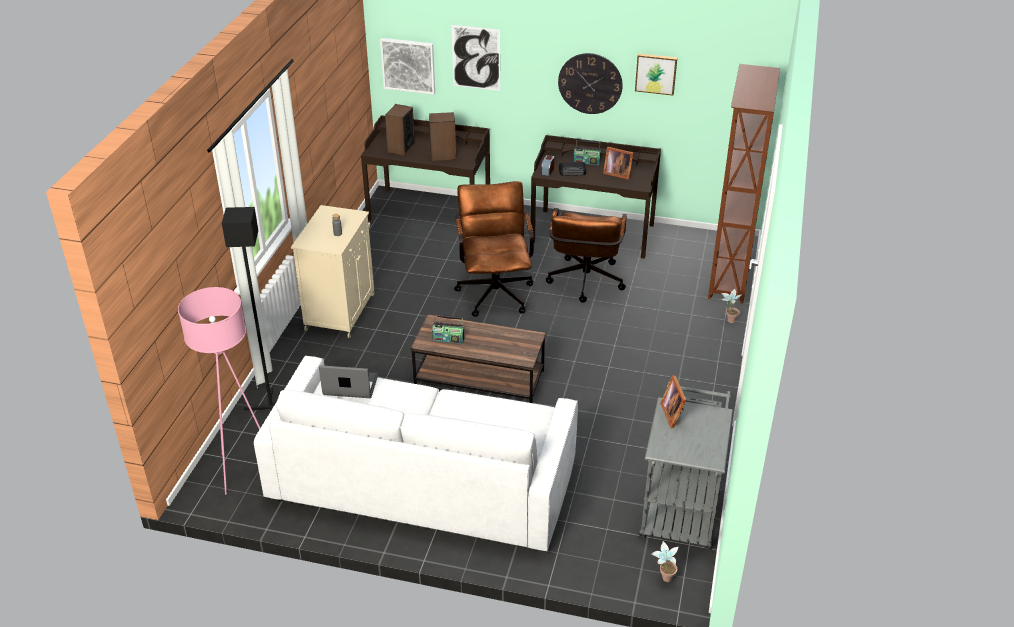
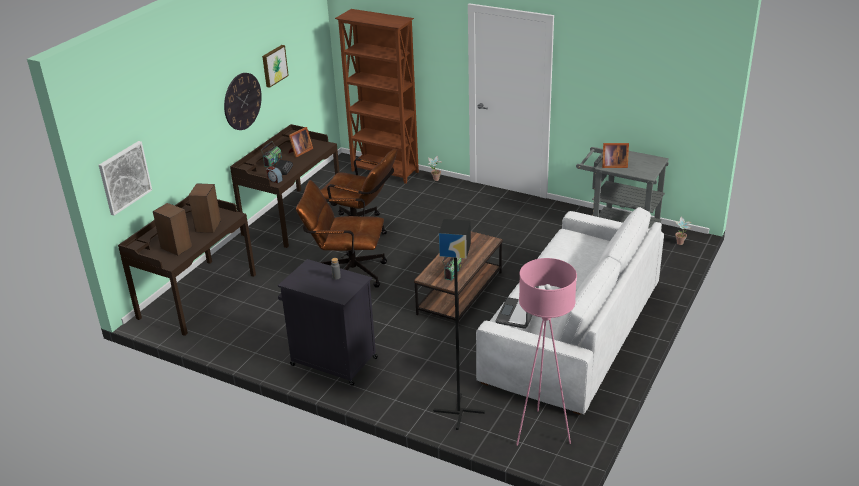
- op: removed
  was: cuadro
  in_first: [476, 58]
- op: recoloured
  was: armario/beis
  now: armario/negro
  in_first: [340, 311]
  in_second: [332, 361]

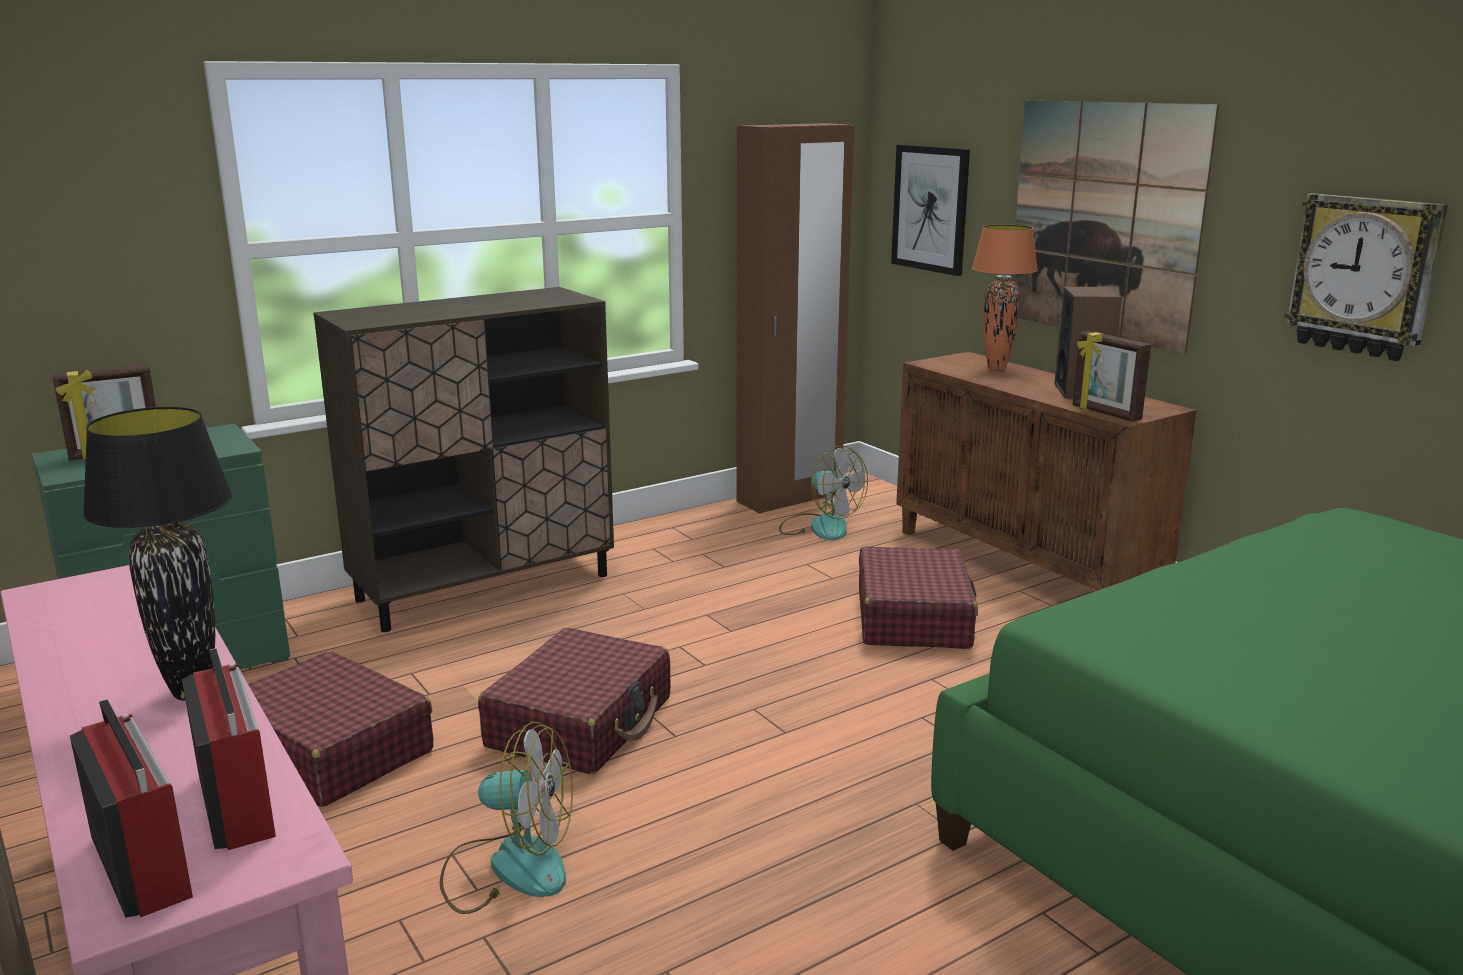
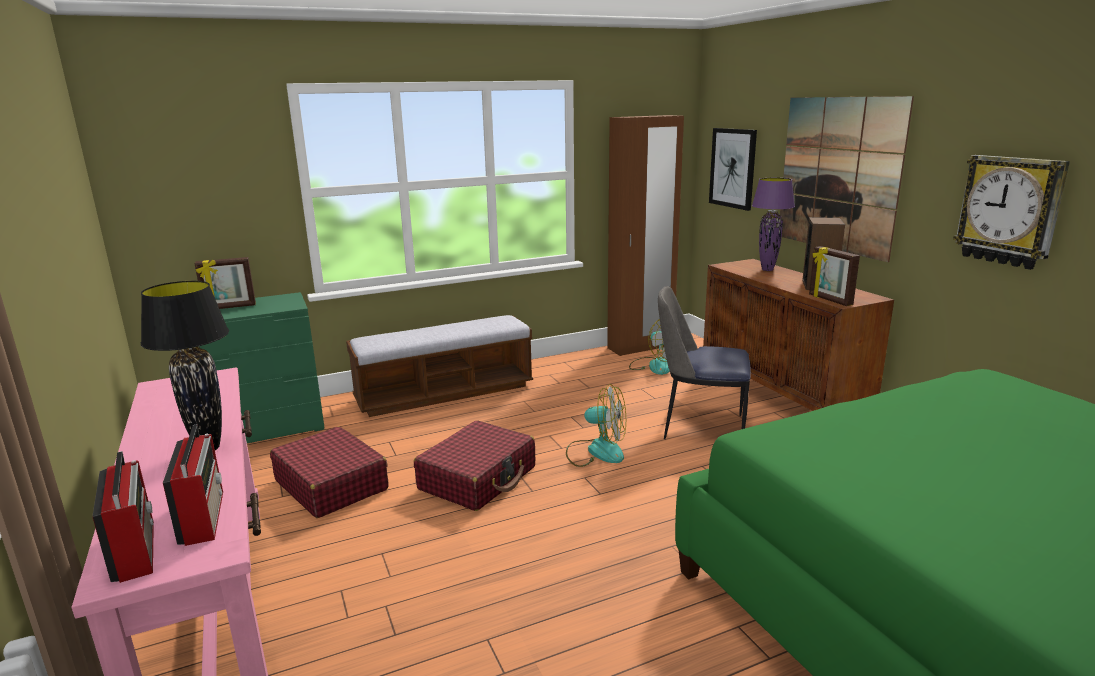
- op: moved
  was: ventilador
  in_first: [508, 867]
  in_second: [596, 451]
- op: replaced
  was: armario/marrón
  now: banco
  in_first: [485, 587]
  in_second: [445, 393]
- op: replaced
  was: maleta/rojo
  now: silla
  in_first: [913, 618]
  in_second: [700, 426]
- op: recoloured
  was: lámpara de mesa/naranja
  now: lámpara de mesa/morado
  in_first: [997, 369]
  in_second: [767, 270]

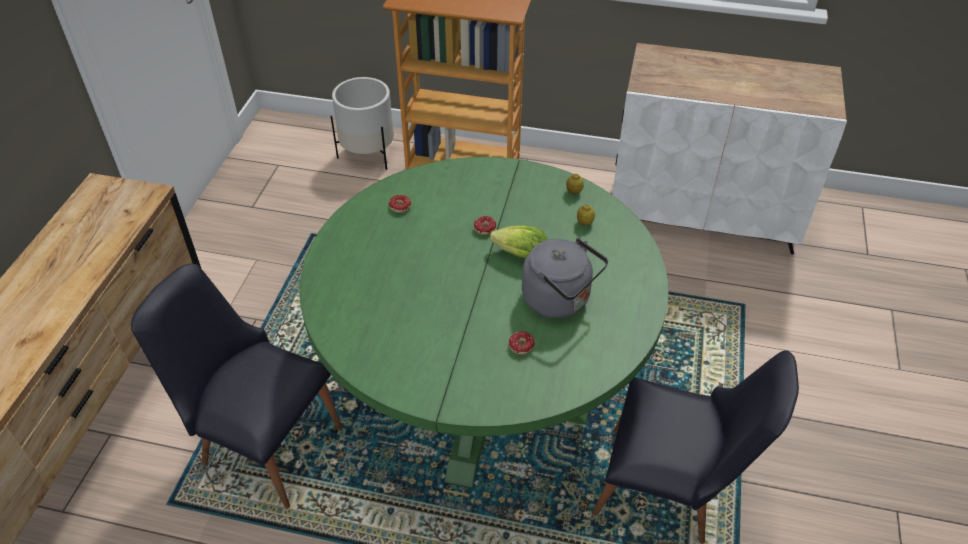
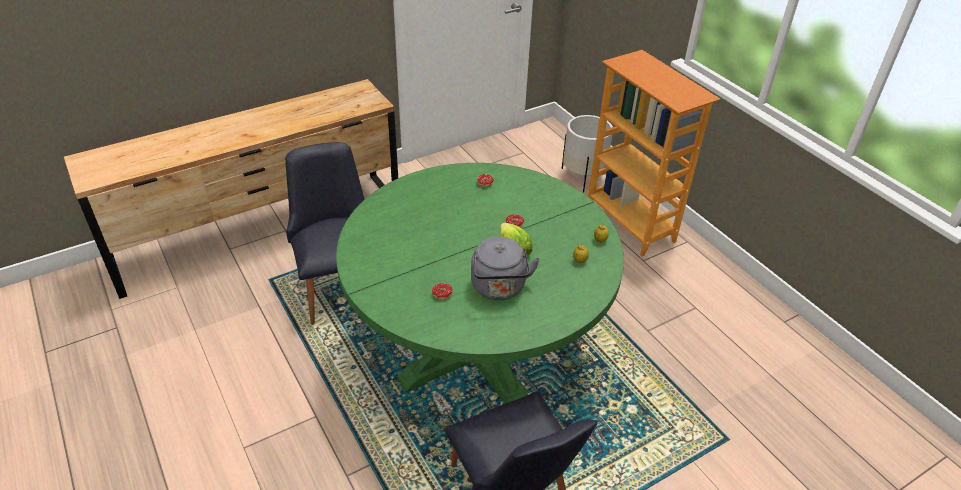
- op: removed
  was: armario/blanco
  in_first: [703, 215]

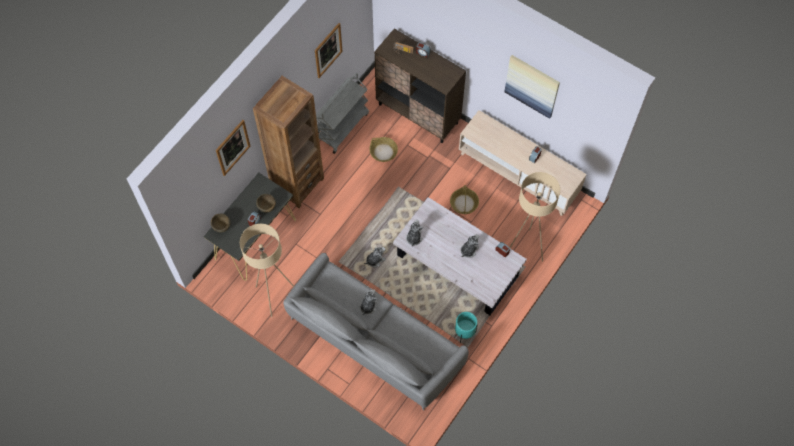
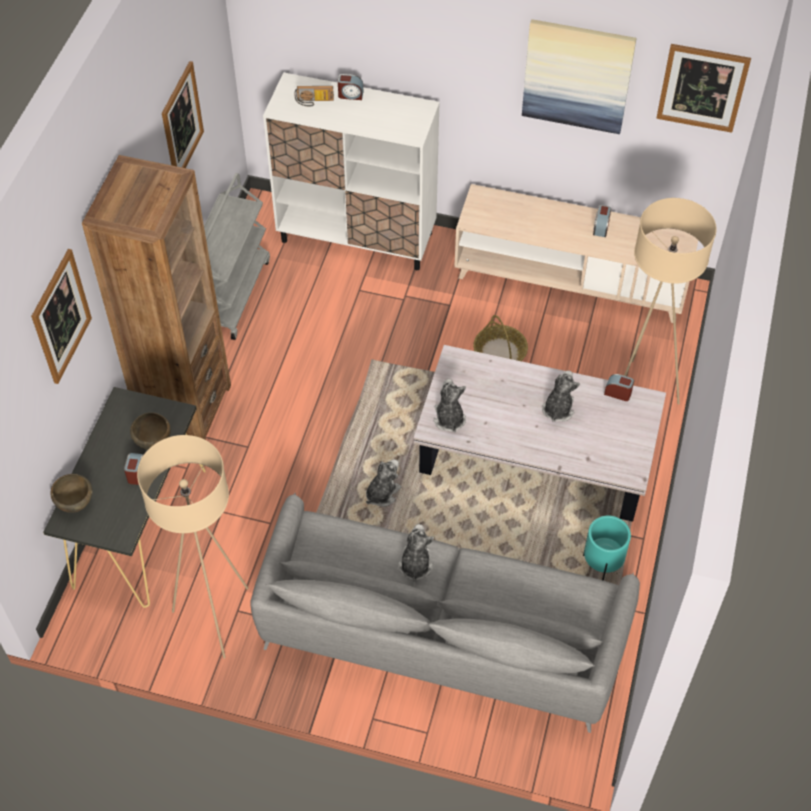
- op: removed
  was: cesta
  in_first: [383, 152]
- op: added
  now: cuadro
  in_second: [702, 87]
- op: recoloured
  was: armario/marrón
  now: armario/blanco
  in_first: [418, 113]
  in_second: [357, 237]

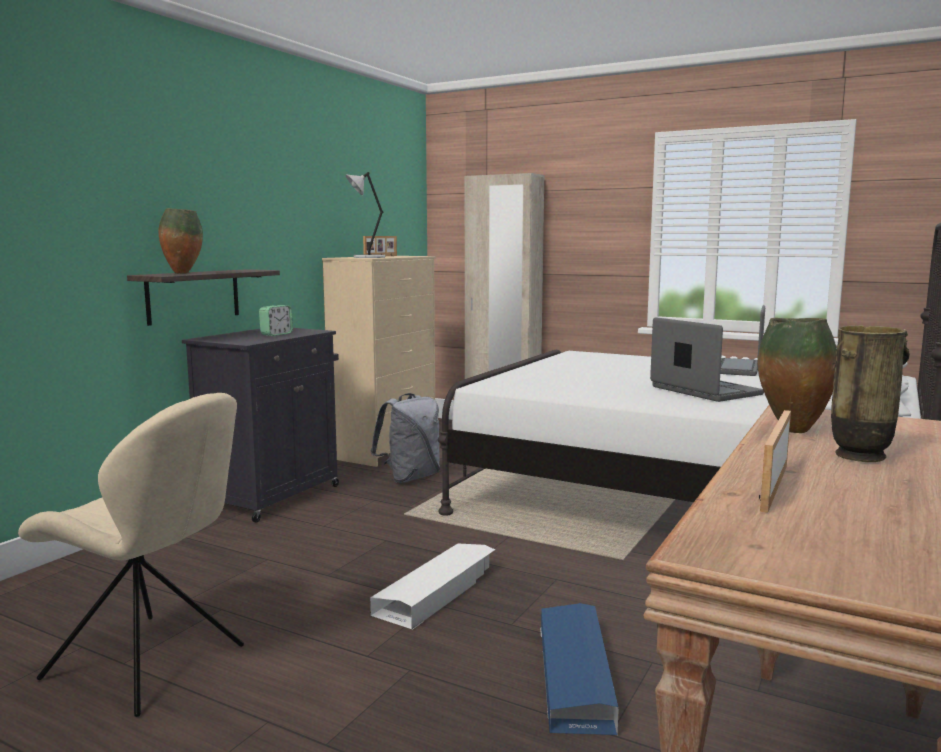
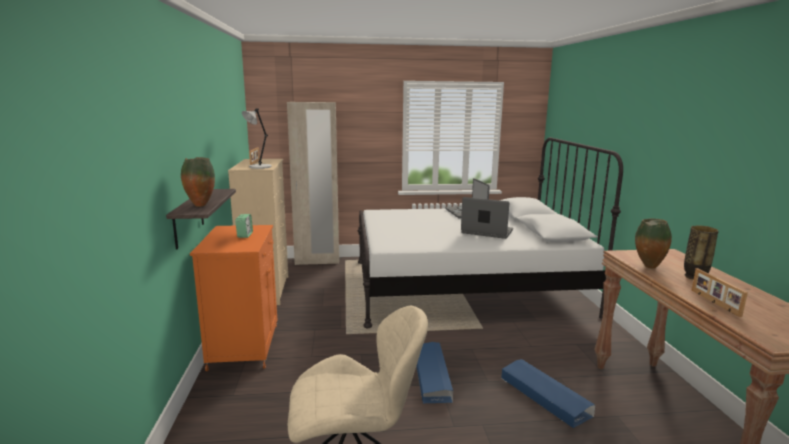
- op: removed
  was: mochila/gris
  in_first: [410, 477]
- op: recoloured
  was: armario/negro
  now: armario/naranja
  in_first: [272, 496]
  in_second: [244, 345]
- op: recoloured
  was: caja de almacenaje/blanco
  now: caja de almacenaje/azul
  in_first: [437, 591]
  in_second: [432, 376]

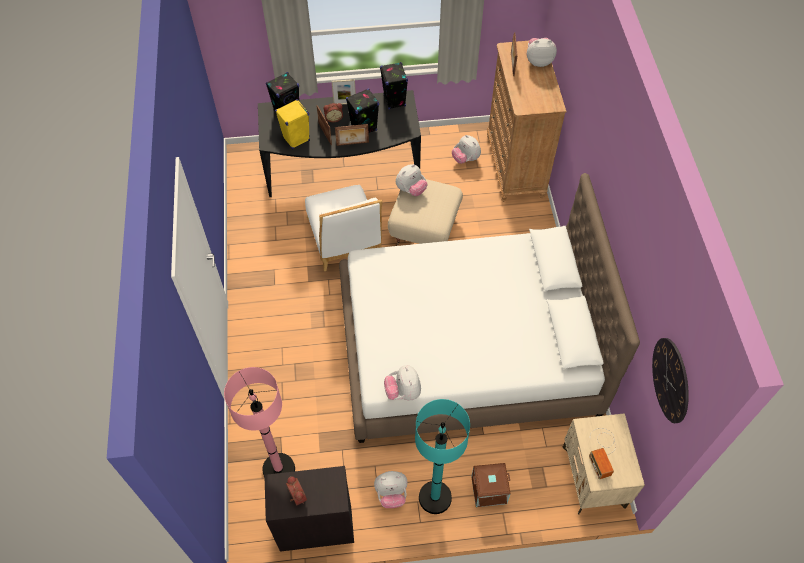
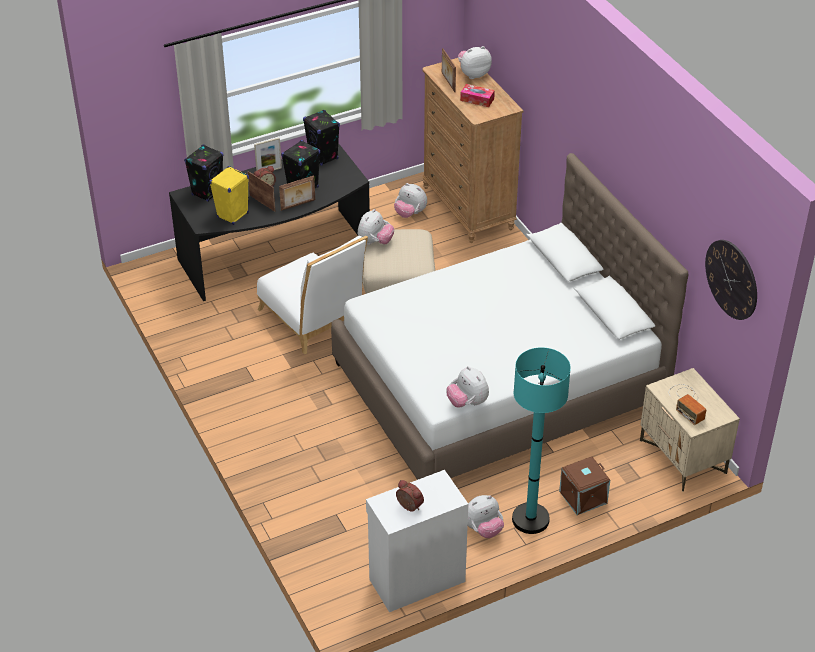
- op: removed
  was: lámpara de pie/rosa
  in_first: [279, 469]
- op: added
  now: caja de pañuelos
  in_second: [477, 99]
- op: recoloured
  was: armario/negro
  now: armario/blanco
  in_first: [315, 526]
  in_second: [416, 579]

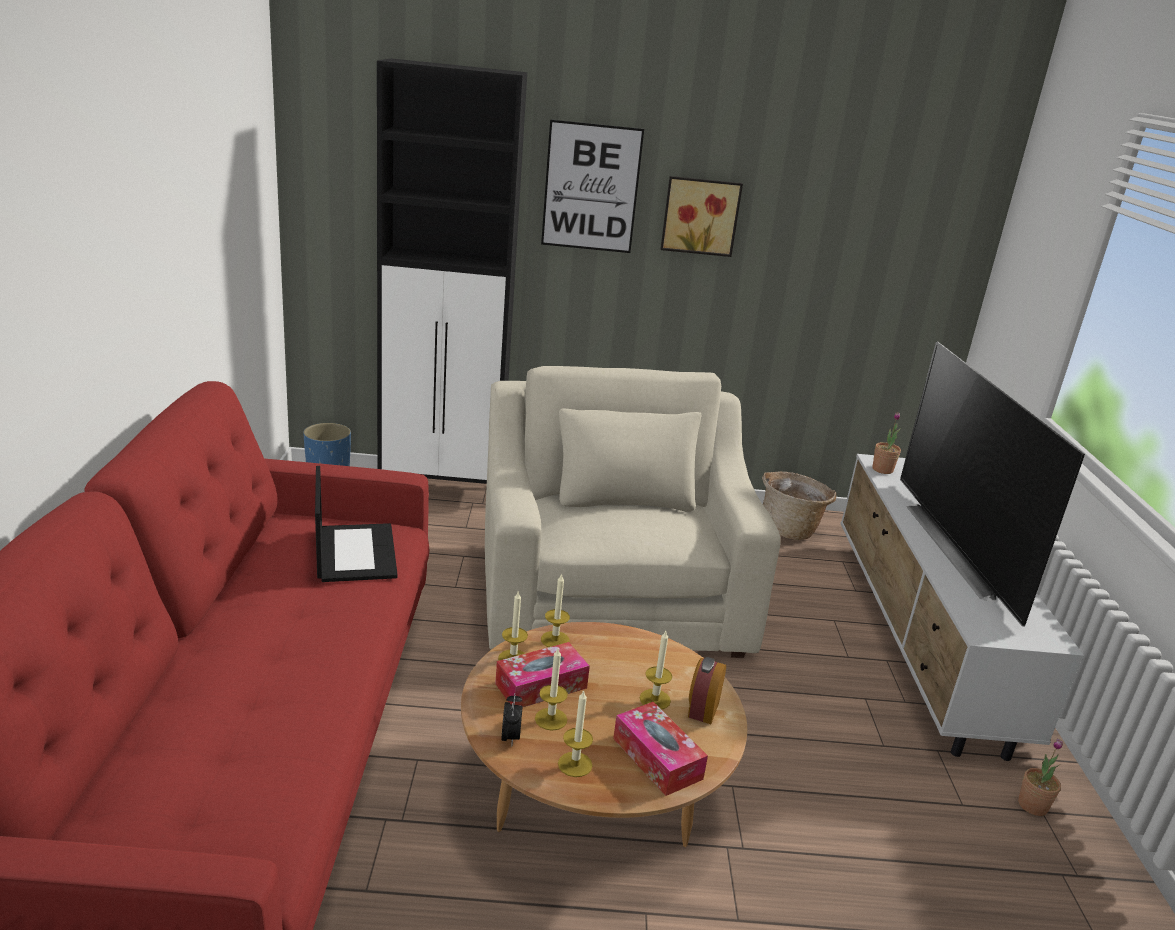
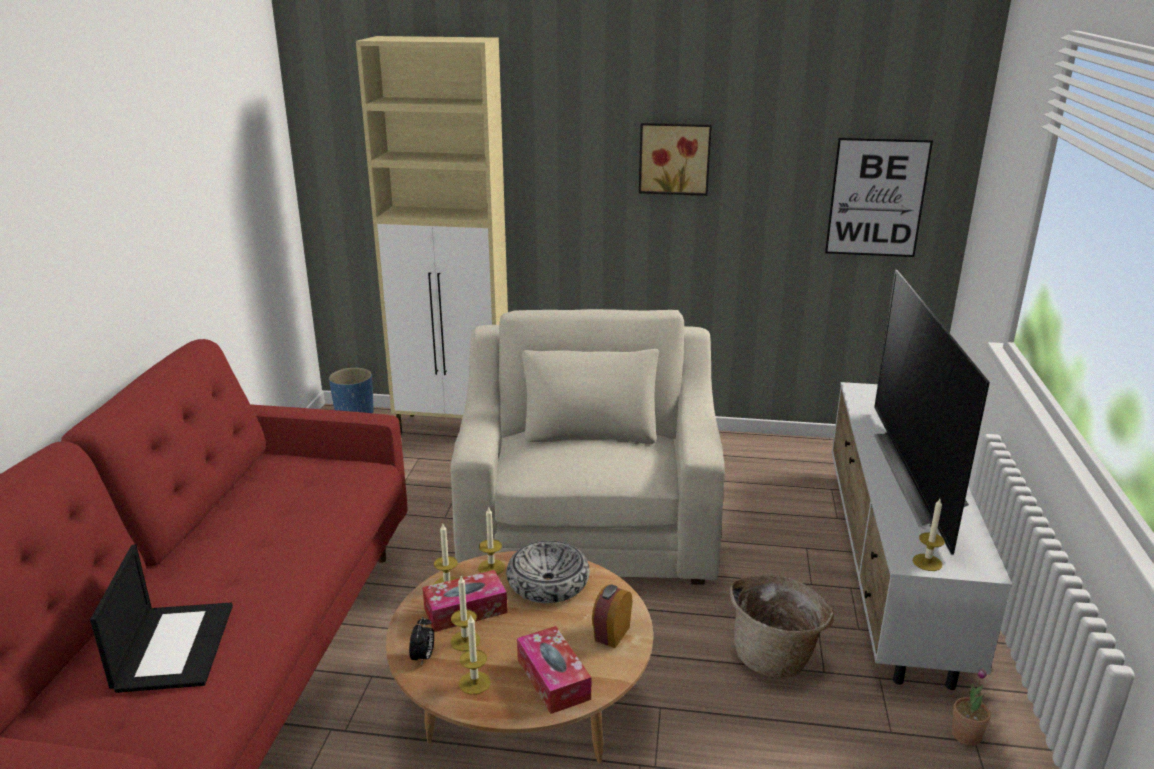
- op: removed
  was: planta en maceta
  in_first: [882, 470]
- op: added
  now: cuenco
  in_second: [548, 582]
- op: moved
  was: portátil
  in_first: [354, 552]
  in_second: [173, 646]
- op: moved
  was: cuadro
  in_first: [591, 187]
  in_second: [876, 198]
- op: moved
  was: vela
  in_first: [655, 699]
  in_second: [927, 562]
- op: moved
  was: cesta
  in_first: [790, 529]
  in_second: [775, 656]
- op: recoloured
  was: armario/negro
  now: armario/beis
  in_first: [443, 491]
  in_second: [455, 428]

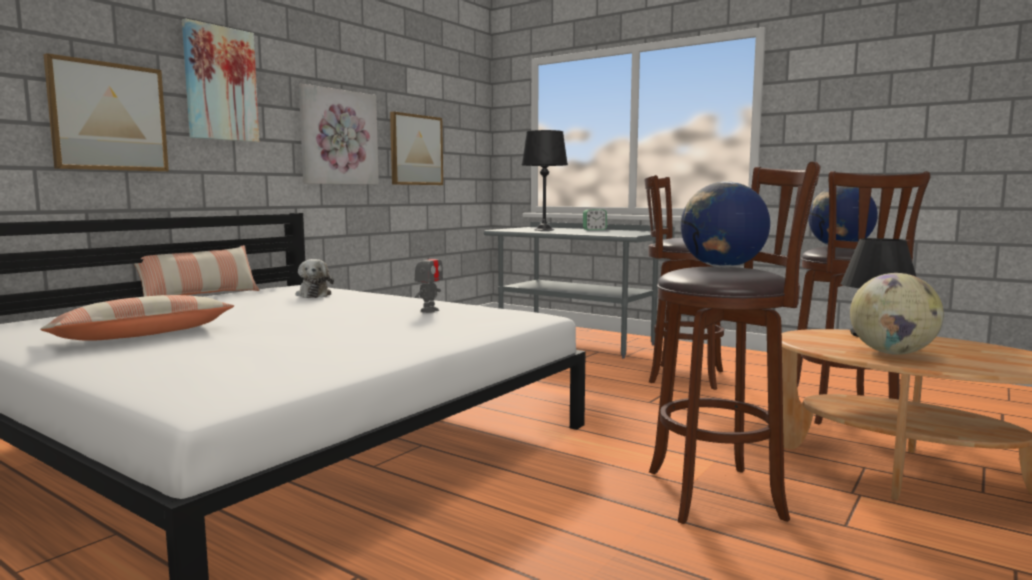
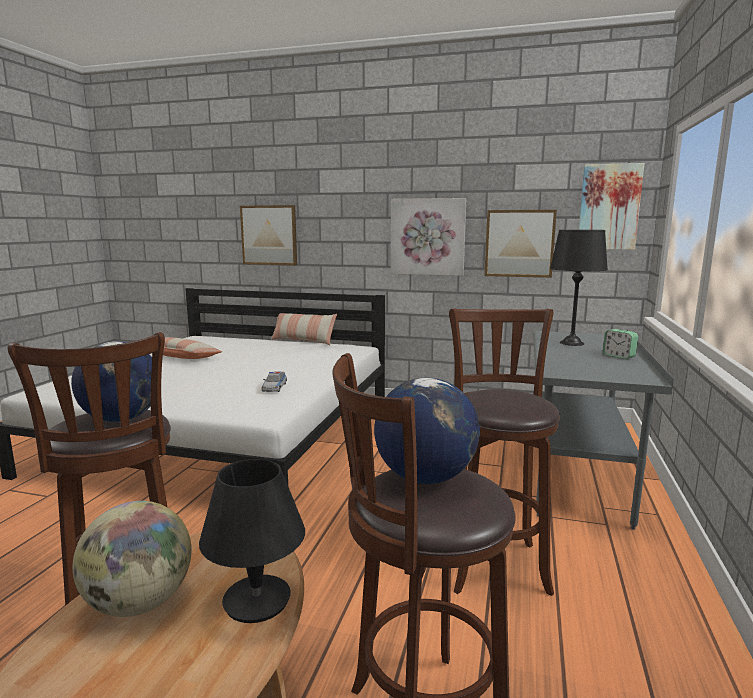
- op: removed
  was: peluche
  in_first: [314, 295]
- op: moved
  was: cuadro
  in_first: [220, 84]
  in_second: [609, 207]
- op: replaced
  was: robot de juguete
  now: coche de juguete
  in_first: [429, 311]
  in_second: [274, 387]

